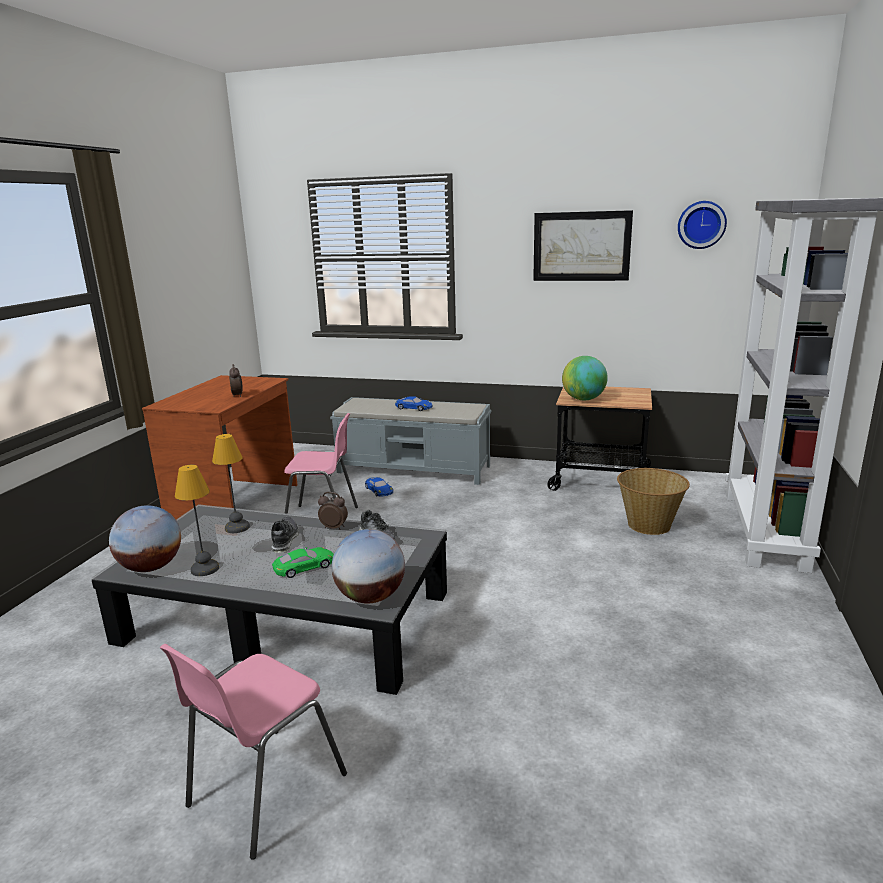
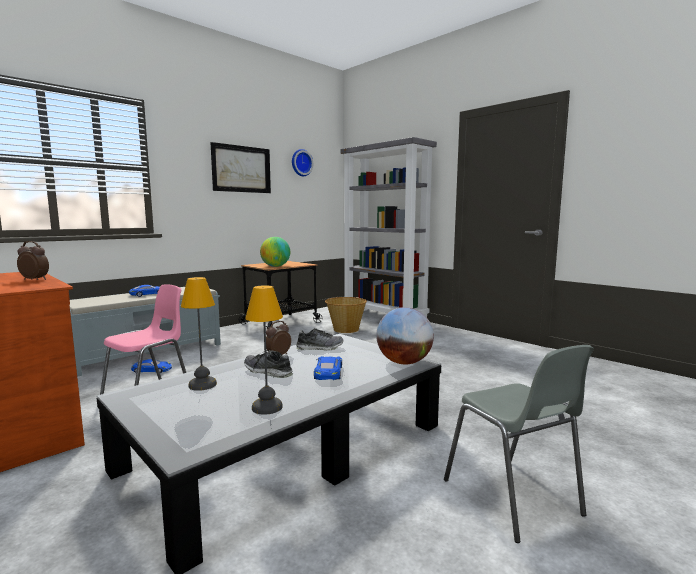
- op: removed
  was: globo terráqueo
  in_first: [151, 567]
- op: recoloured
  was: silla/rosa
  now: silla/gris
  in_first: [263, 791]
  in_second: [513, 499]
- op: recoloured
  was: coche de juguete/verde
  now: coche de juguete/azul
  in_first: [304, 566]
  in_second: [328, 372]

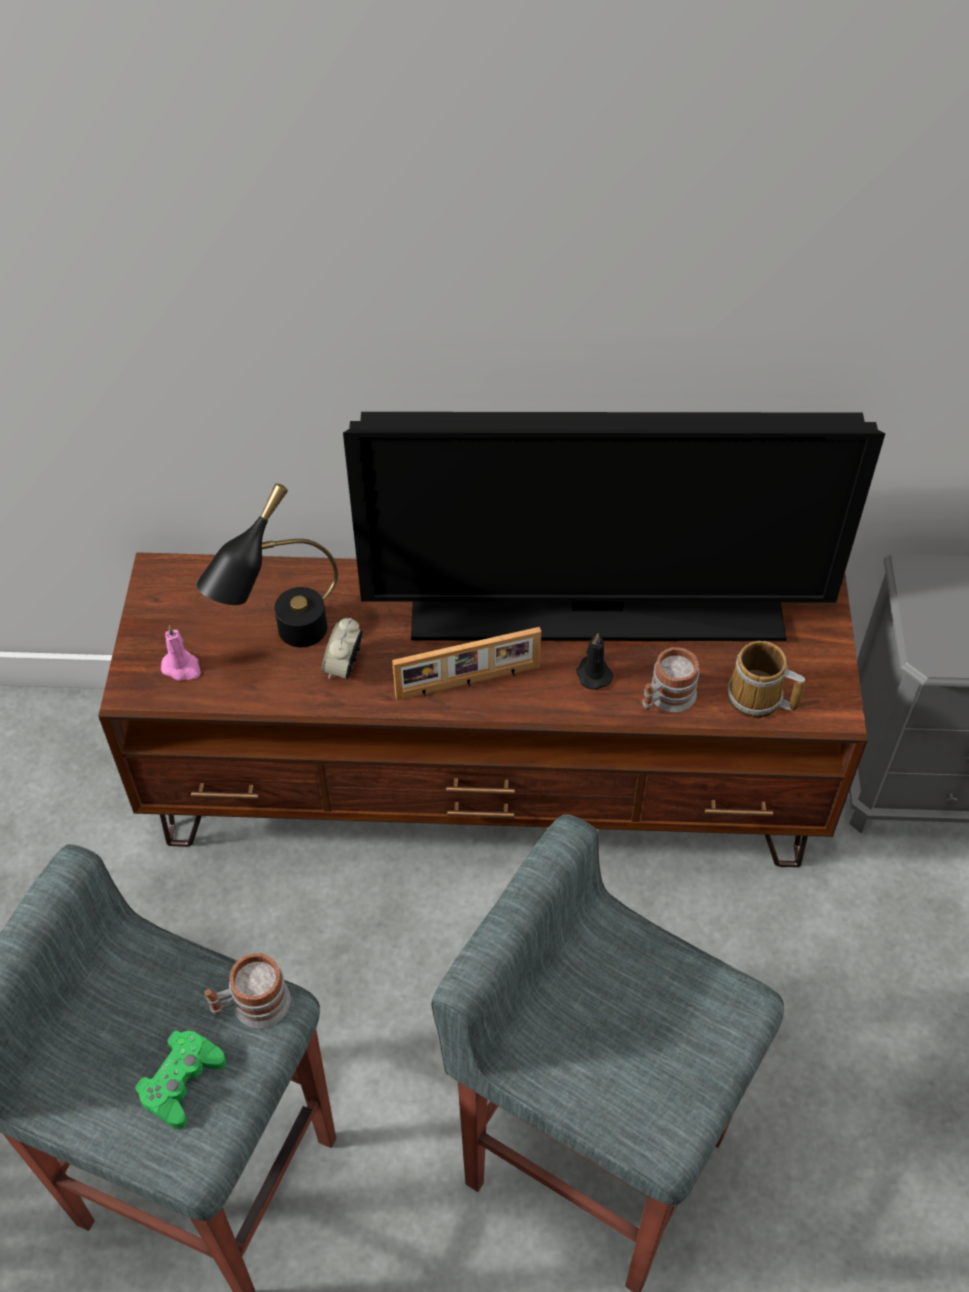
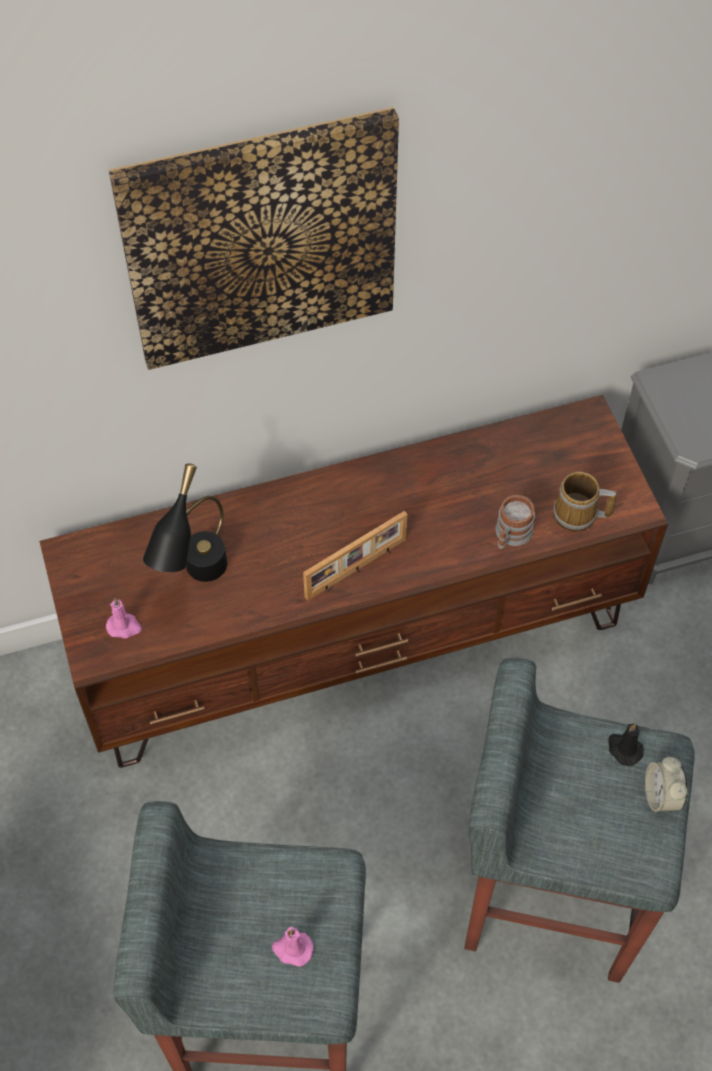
- op: removed
  was: taza grande
  in_first: [251, 1005]
- op: removed
  was: televisor
  in_first: [598, 614]
- op: added
  now: cuadro
  in_second: [261, 240]
- op: moved
  was: despertador
  in_first: [344, 667]
  in_second: [661, 796]
- op: moved
  was: vela/negro
  in_first: [593, 673]
  in_second: [624, 749]
- op: replaced
  was: mando de consola/verde
  now: vela/rosa
  in_first: [181, 1082]
  in_second: [292, 949]

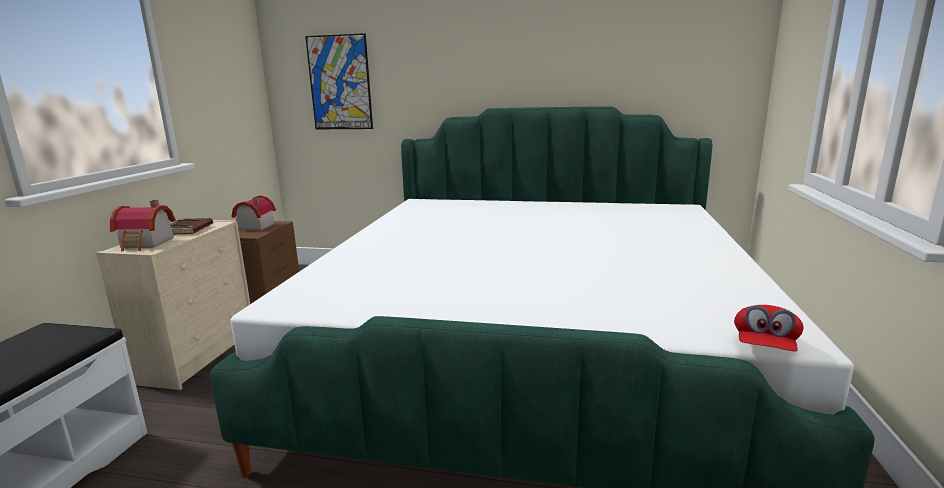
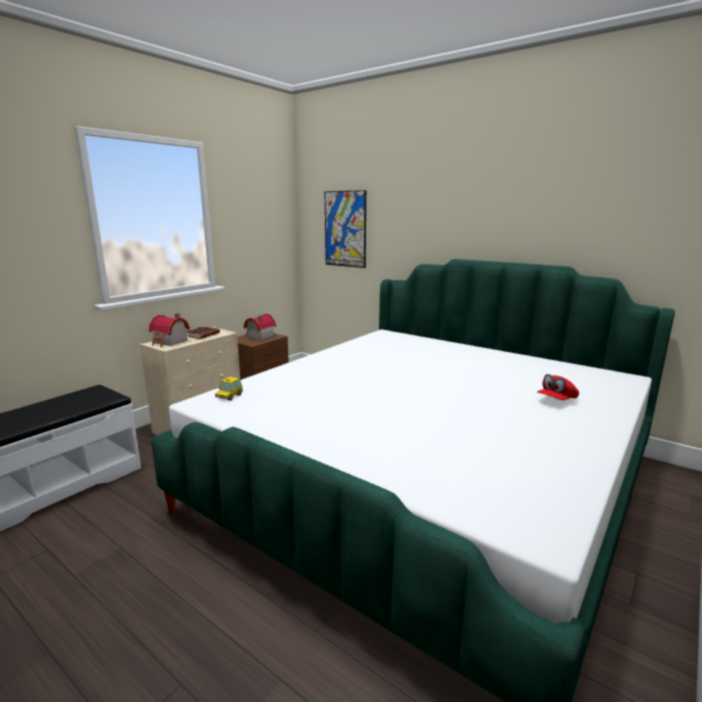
- op: added
  now: coche de juguete
  in_second: [229, 396]
- op: moved
  was: gorra/rojo
  in_first: [764, 347]
  in_second: [556, 400]

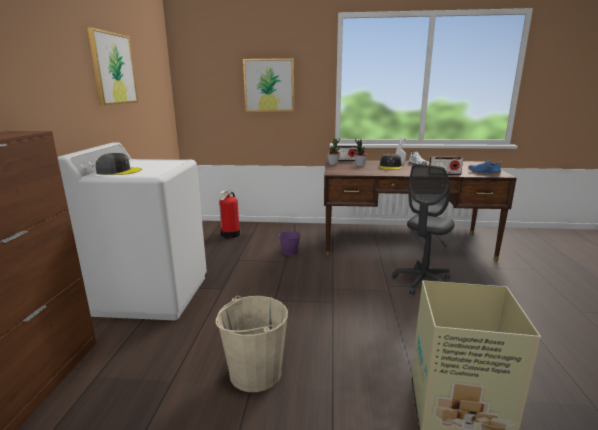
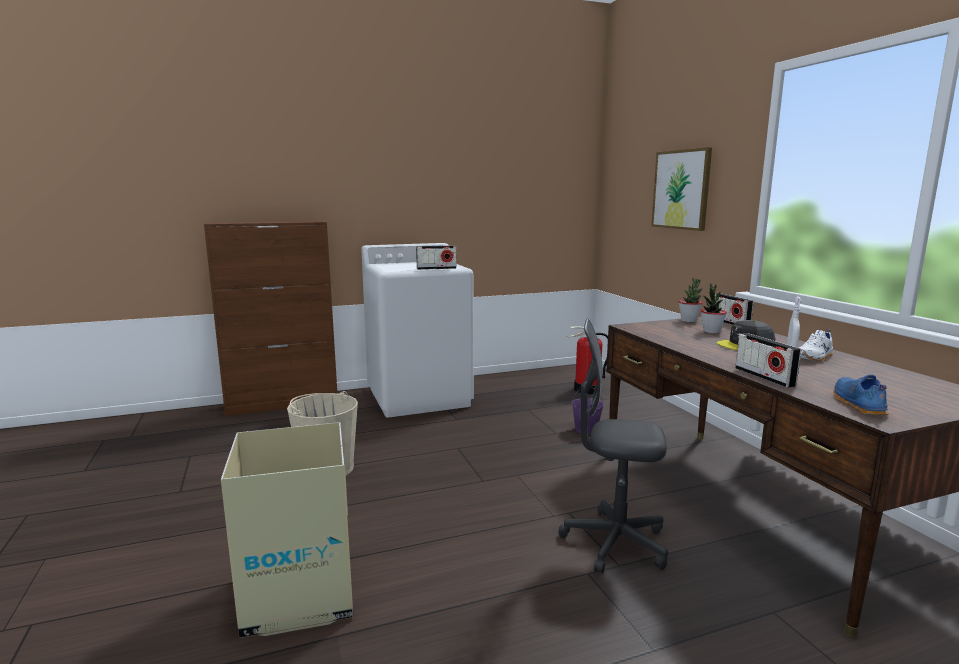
- op: removed
  was: cuadro
  in_first: [113, 68]
- op: removed
  was: gorra/gris
  in_first: [119, 171]
- op: added
  now: radio
  in_second: [436, 268]

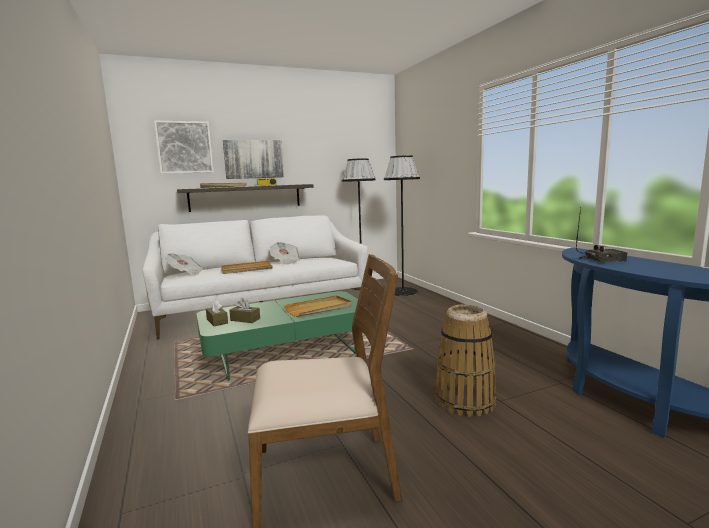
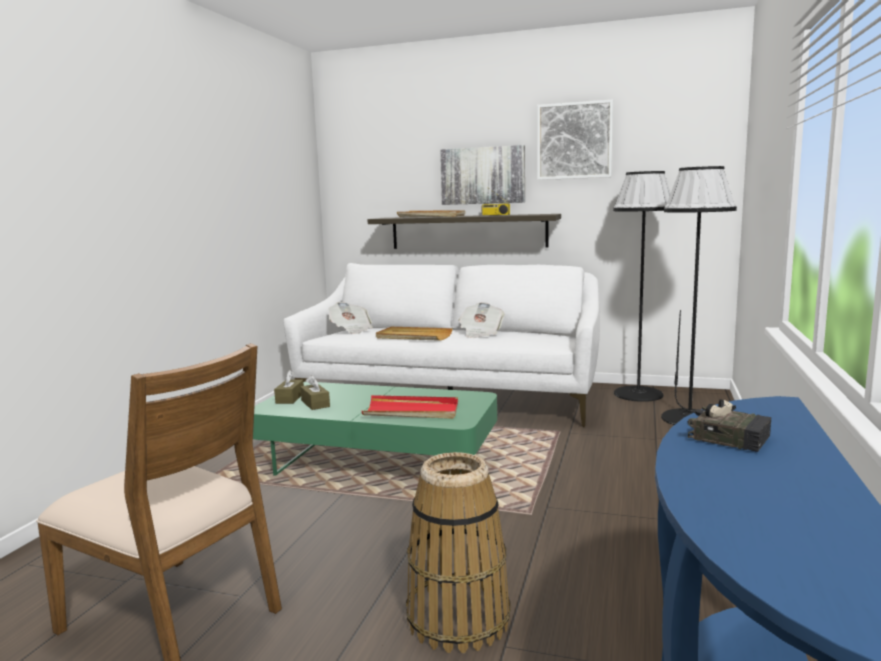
- op: moved
  was: cuadro
  in_first: [184, 147]
  in_second: [574, 141]
- op: recoloured
  was: bandeja/beis
  now: bandeja/rojo
  in_first: [319, 308]
  in_second: [412, 411]

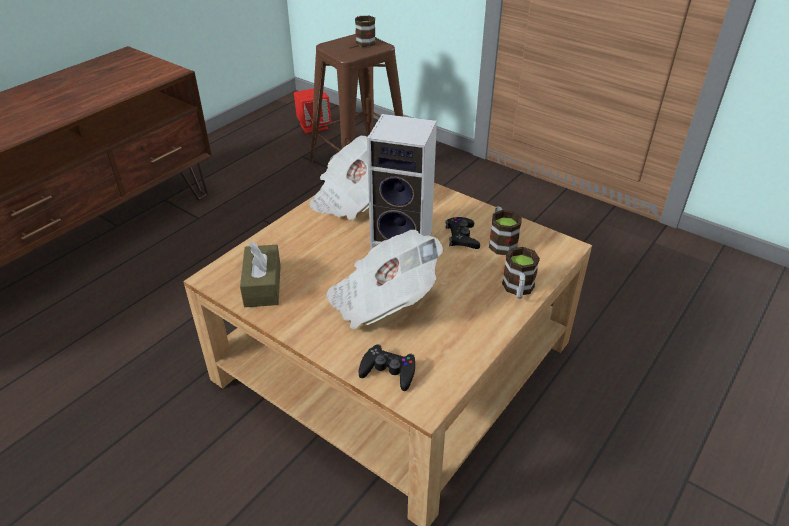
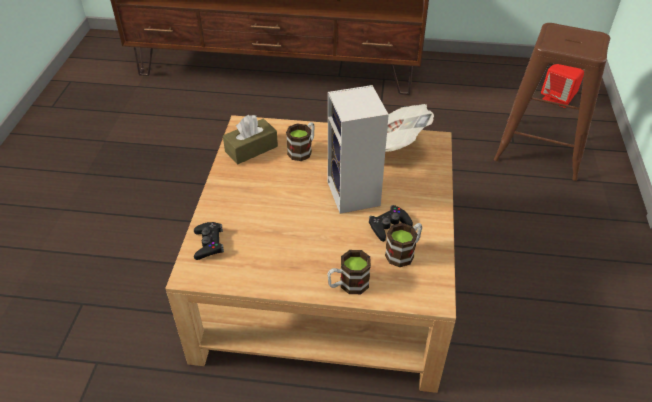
- op: removed
  was: periódico
  in_first: [382, 300]
- op: moved
  was: taza grande
  in_first: [364, 41]
  in_second: [303, 150]

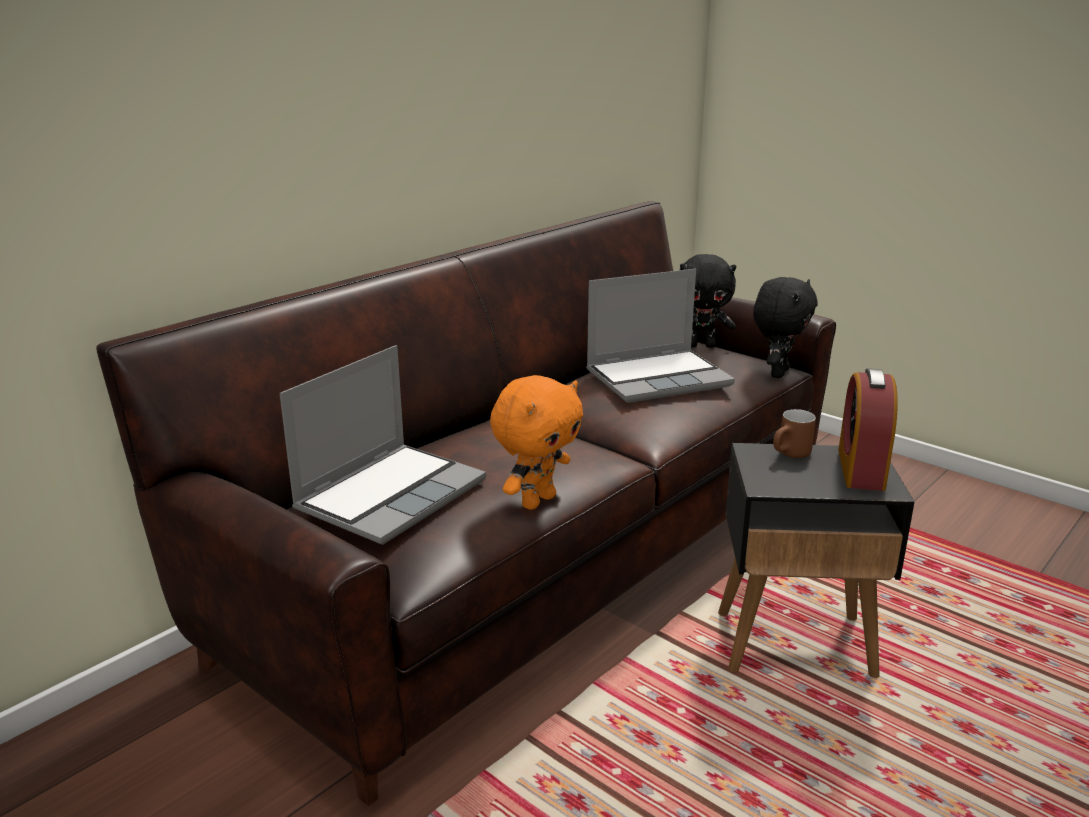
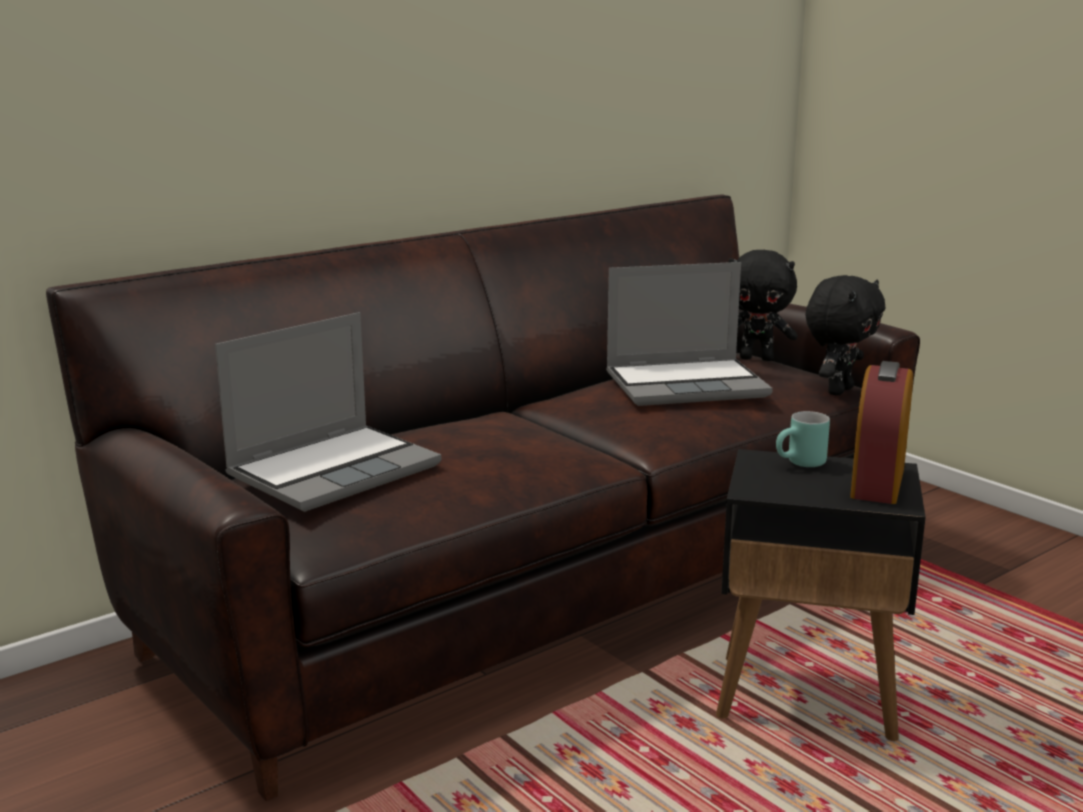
- op: removed
  was: peluche/naranja
  in_first: [537, 500]
- op: recoloured
  was: taza grande/marrón
  now: taza grande/turquesa
  in_first: [791, 455]
  in_second: [801, 464]

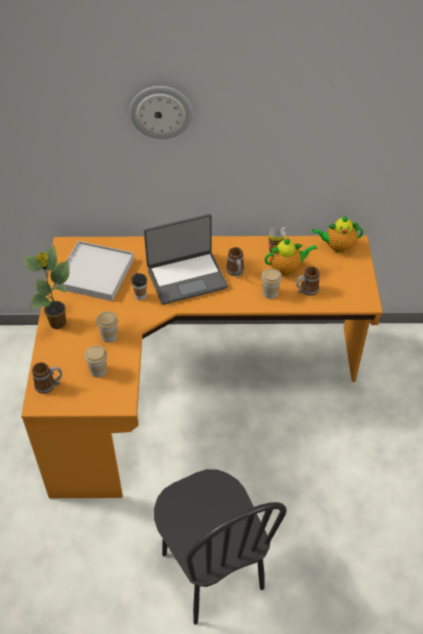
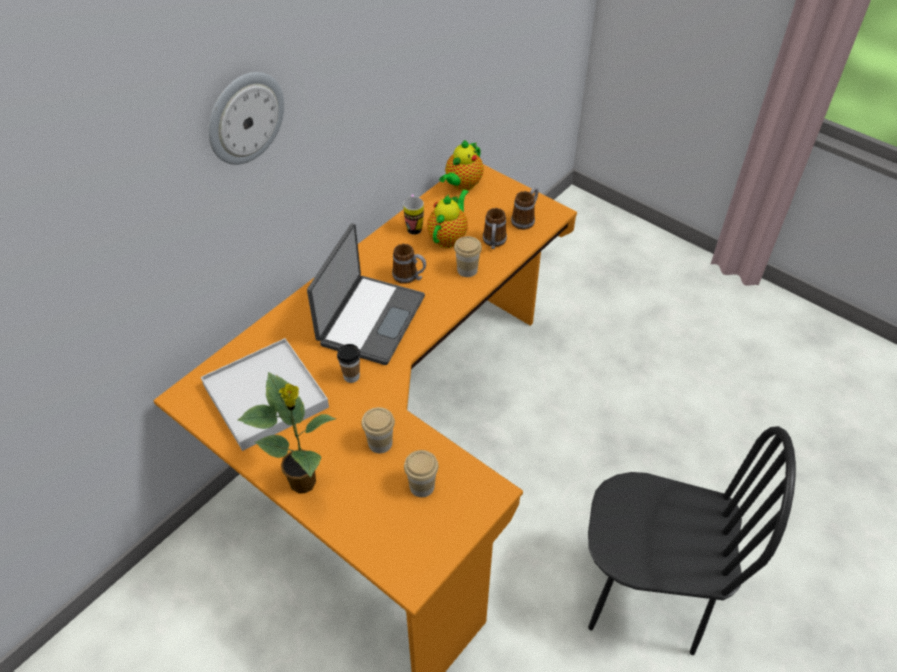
- op: moved
  was: taza grande
  in_first: [49, 385]
  in_second: [525, 219]

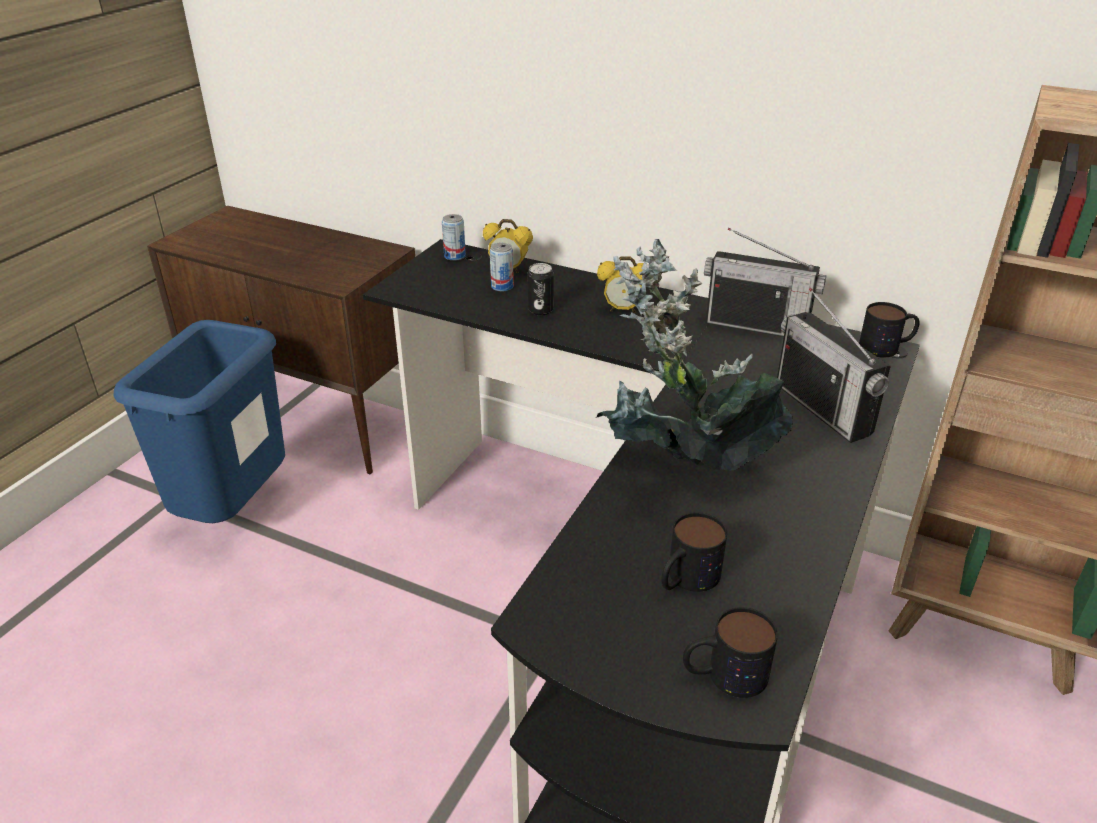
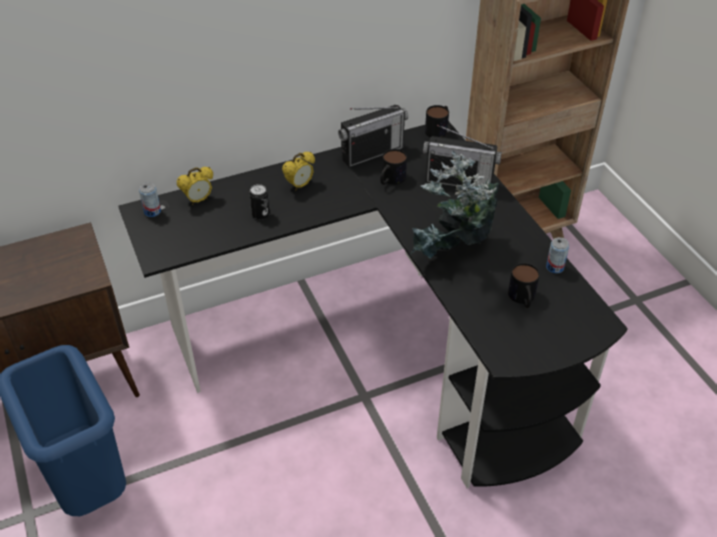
- op: moved
  was: lata
  in_first: [502, 286]
  in_second: [554, 267]
- op: moved
  was: taza grande
  in_first: [724, 675]
  in_second: [390, 180]

